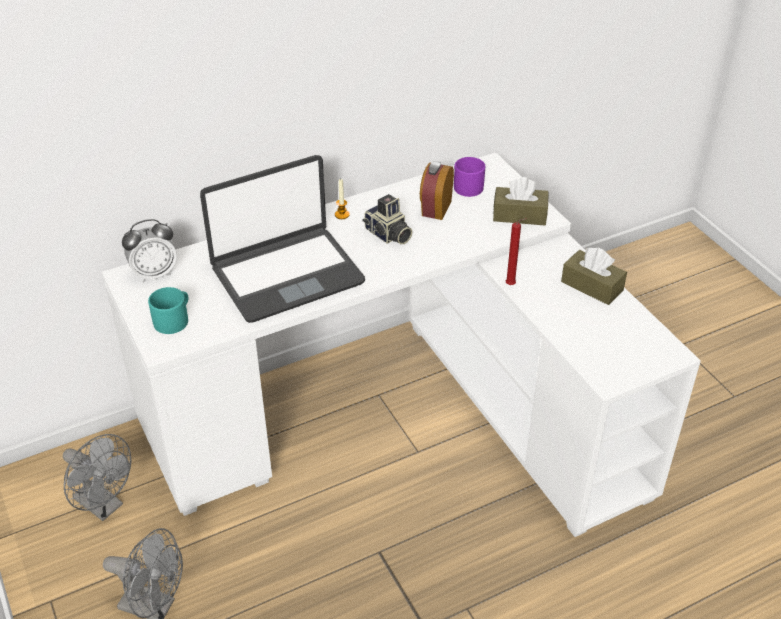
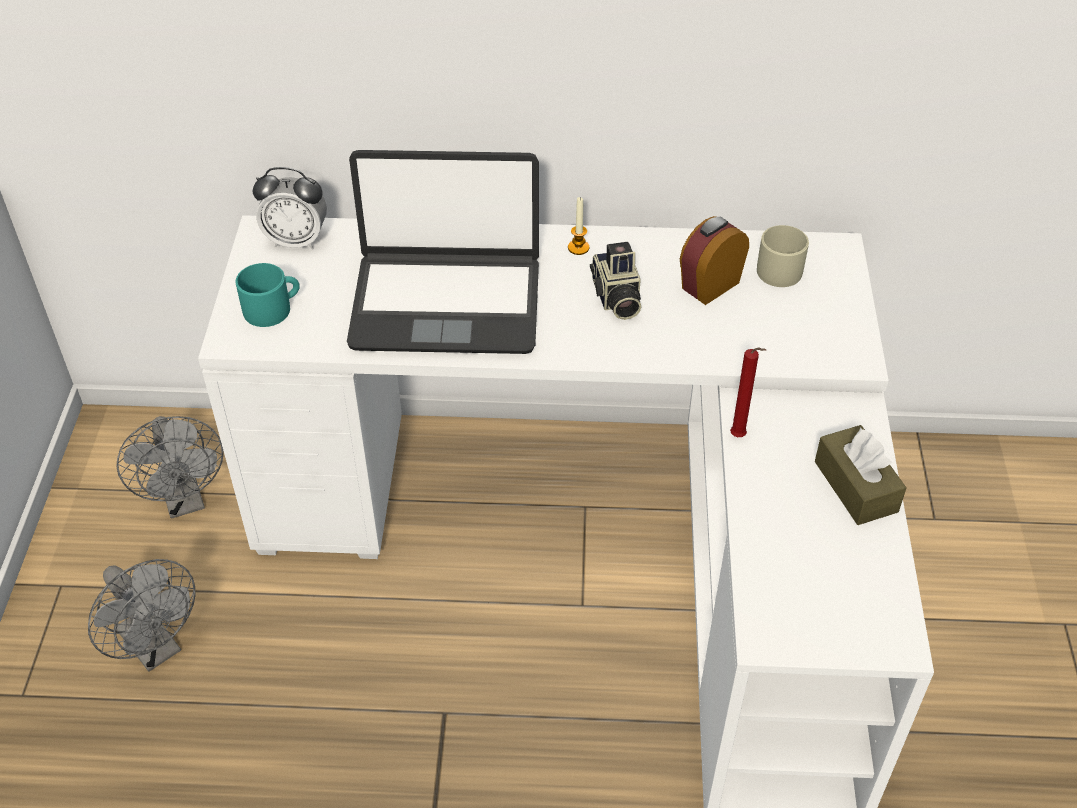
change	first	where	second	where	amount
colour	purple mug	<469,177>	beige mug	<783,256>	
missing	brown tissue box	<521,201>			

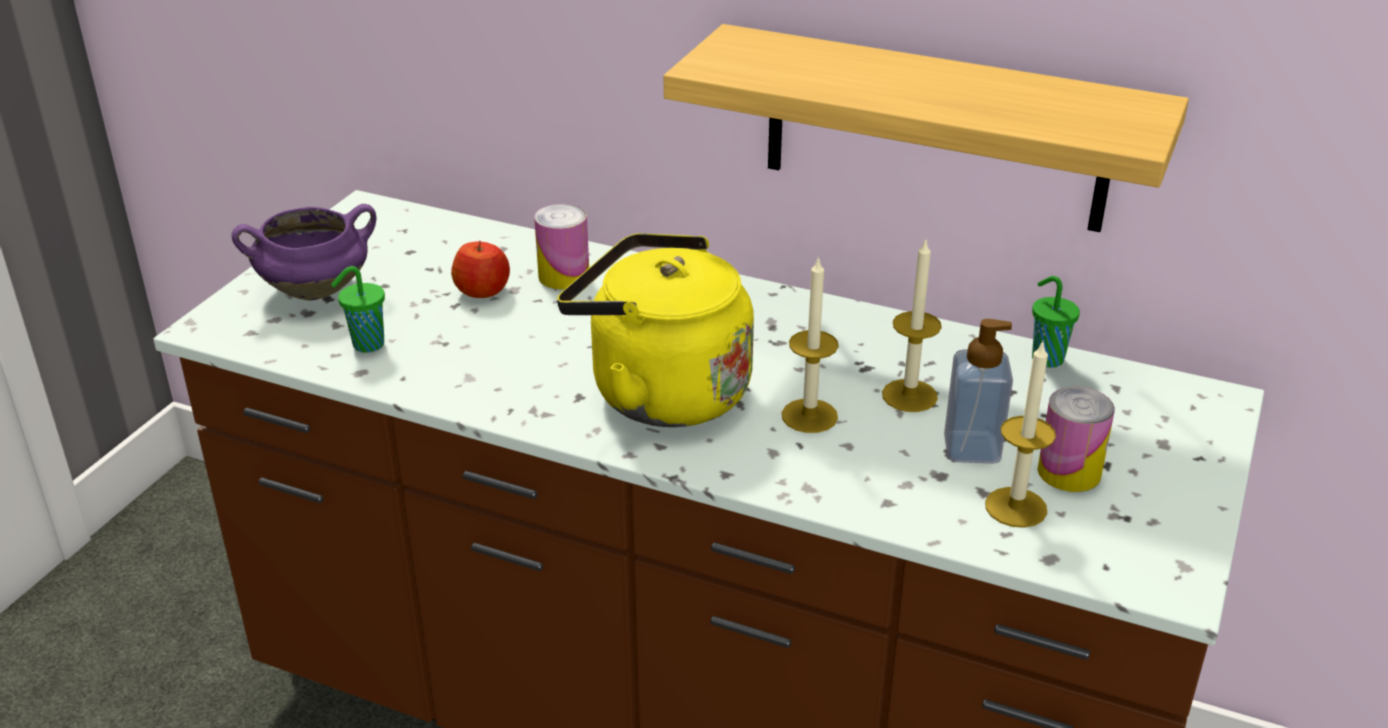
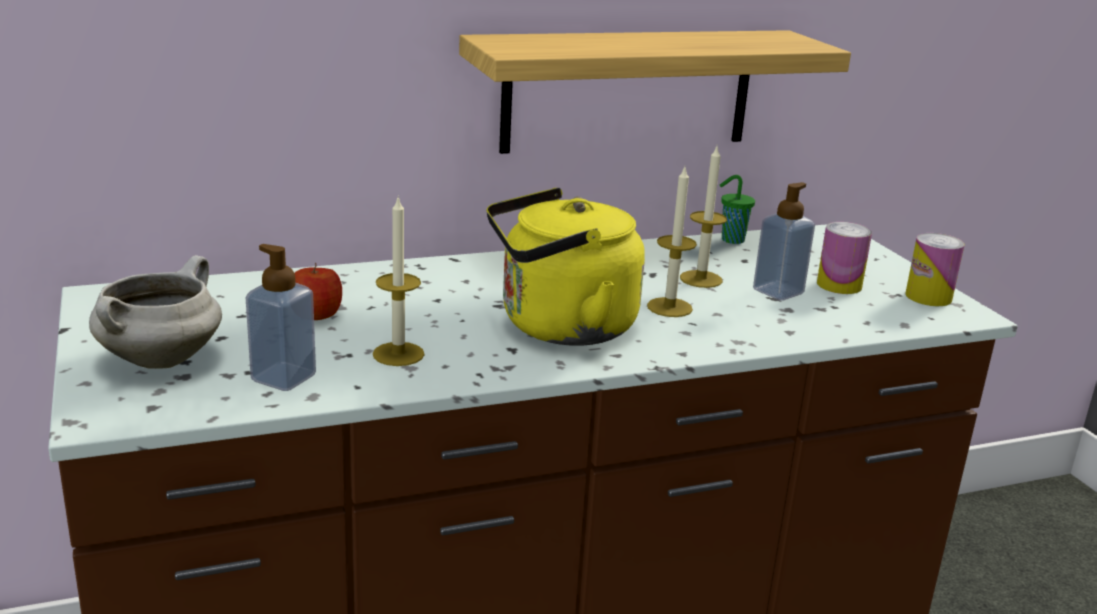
change	first	where	second	where	amount
colour	purple cooking pot	<303,252>	white cooking pot	<155,312>	
exchanged	green cup	<358,309>	soap dispenser	<281,317>	
relocated	candle	<1020,434>		<399,280>	
relocated	can	<561,247>		<935,269>	

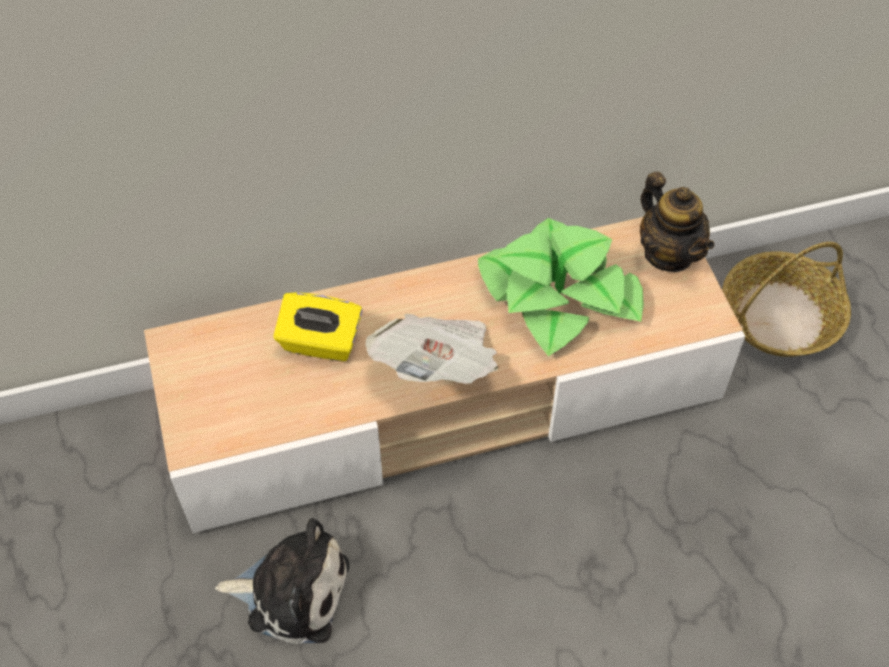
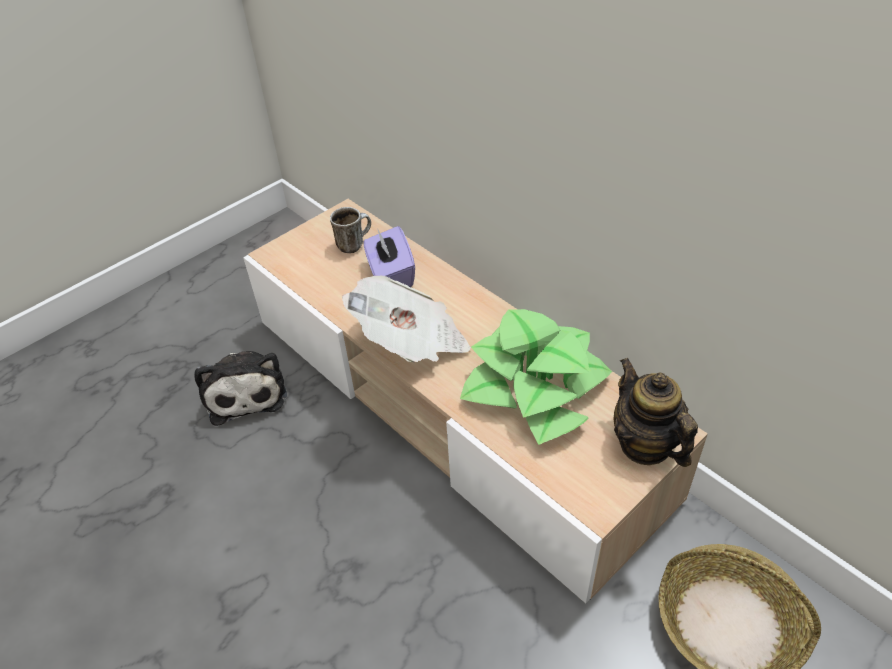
change	first	where	second	where	amount
appeared			mug	<350,230>	
colour	yellow tissue box	<317,327>	purple tissue box	<389,256>	
spun	teapot	<677,222>		<656,412>	120 degrees clockwise

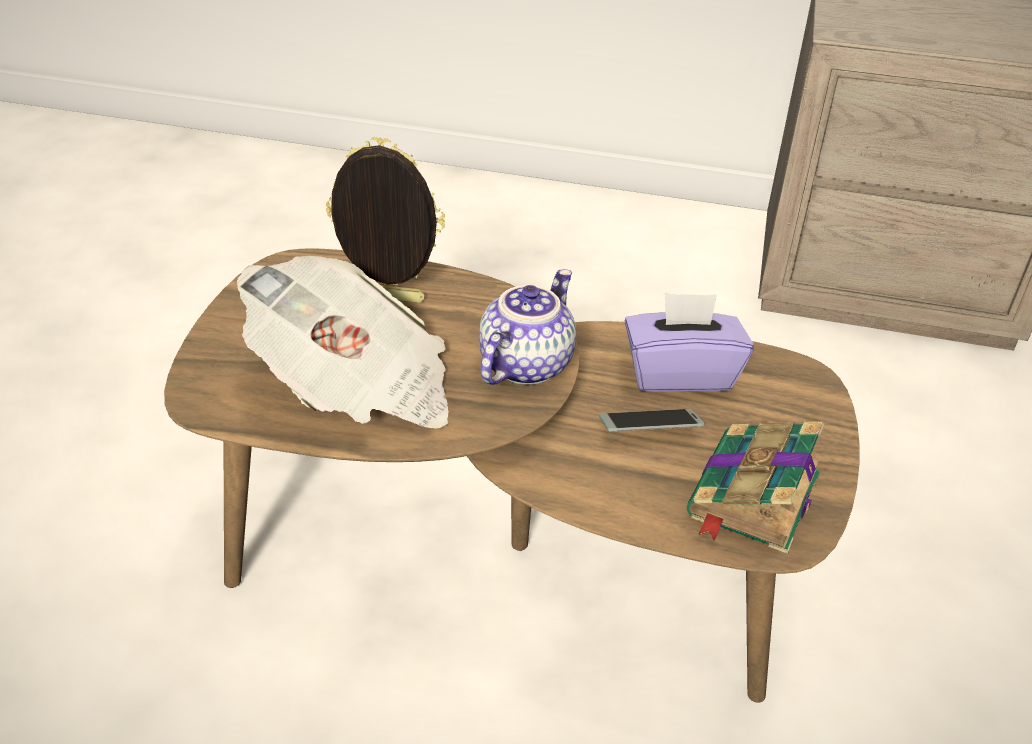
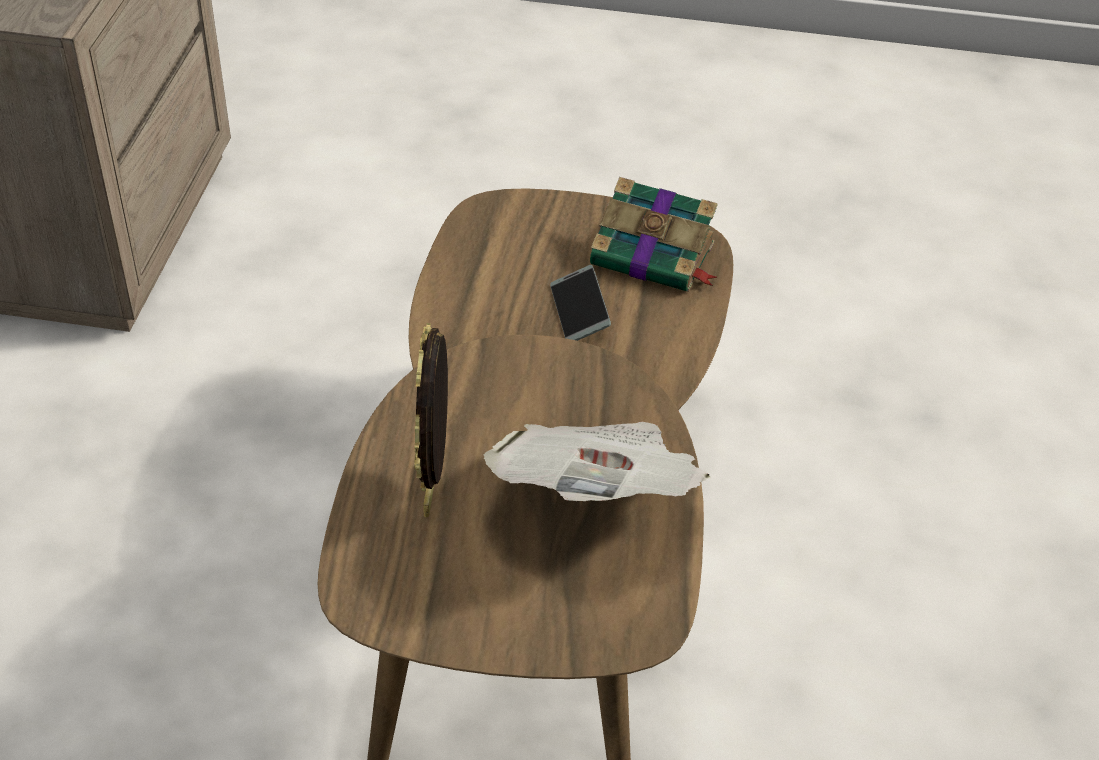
change	first	where	second	where	amount
missing	teapot	<527,327>			
missing	purple tissue box	<689,342>			

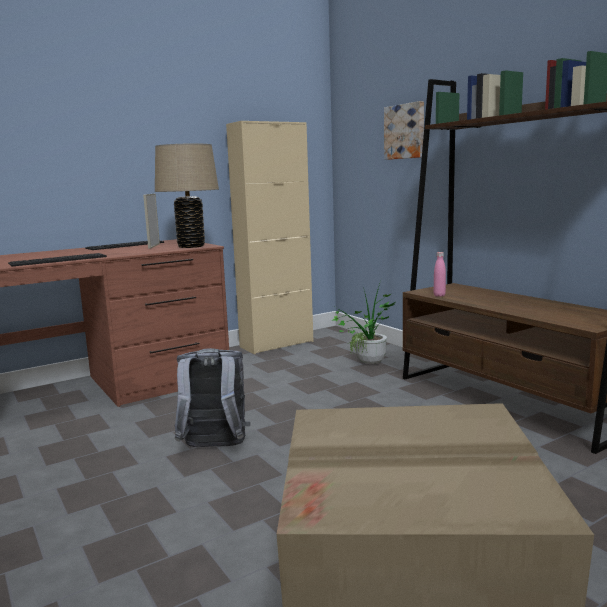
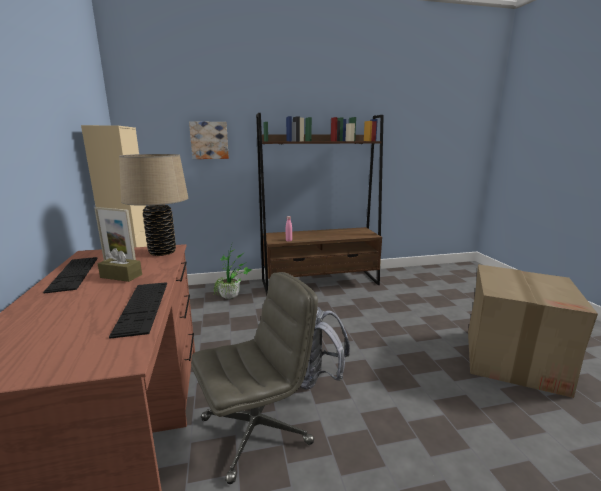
change	first	where	second	where	amount
appeared			brown tissue box	<120,265>	
appeared			grey office chair	<254,378>	

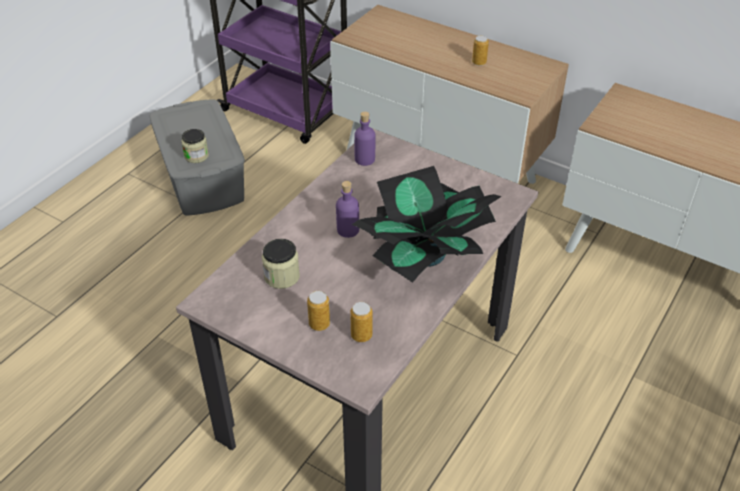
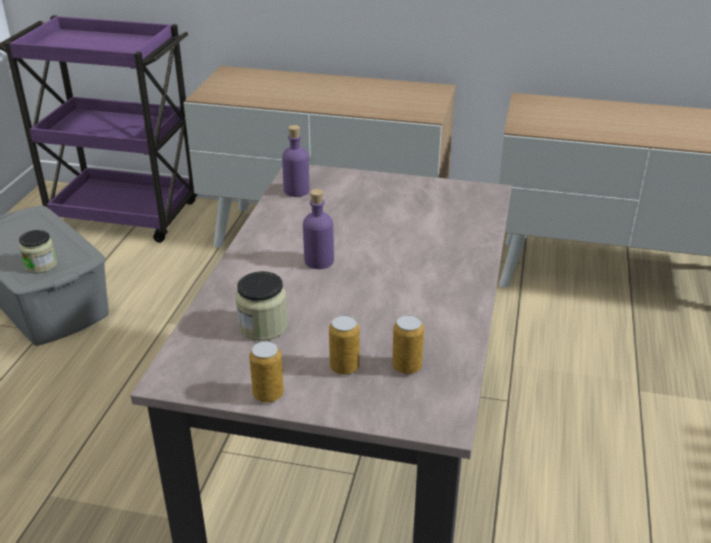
change	first	where	second	where	amount
relocated	can	<480,50>		<266,372>	
missing	potted plant	<427,224>			

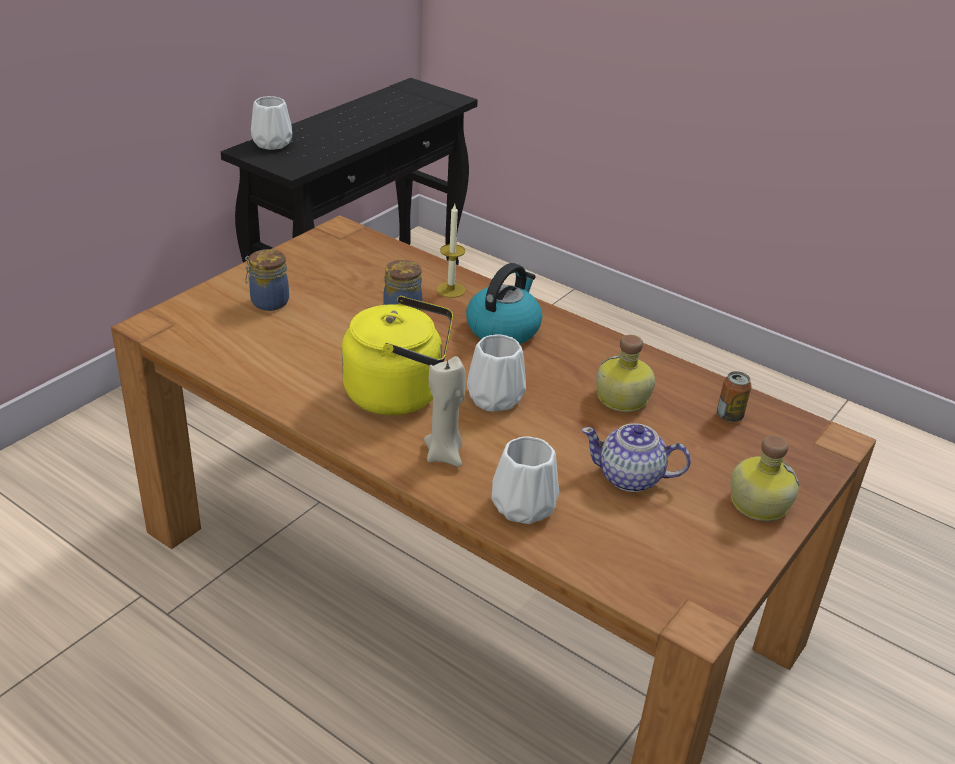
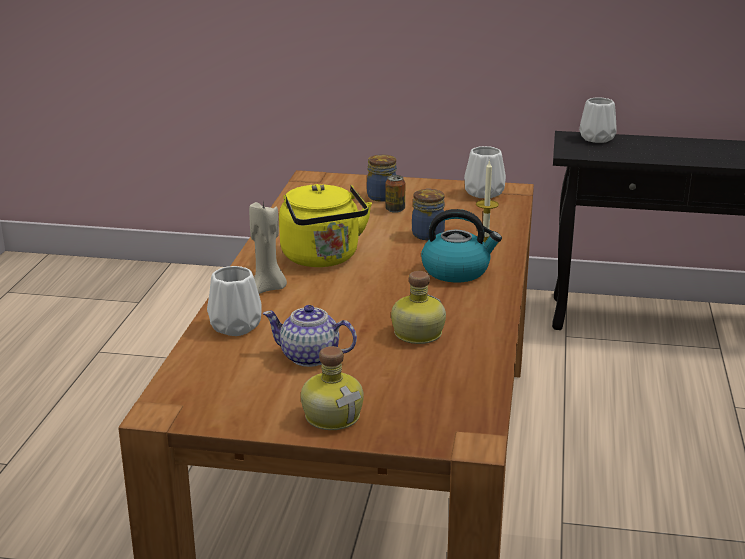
change	first	where	second	where	amount
spun	teapot	<636,457>		<310,336>	60 degrees counterclockwise
relocated	can	<734,396>		<395,194>	
relocated	white vase	<496,373>		<485,172>	

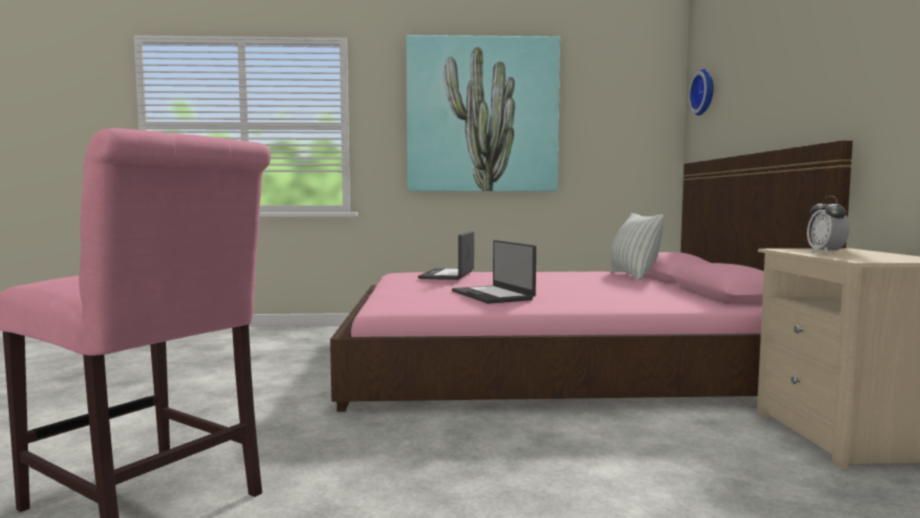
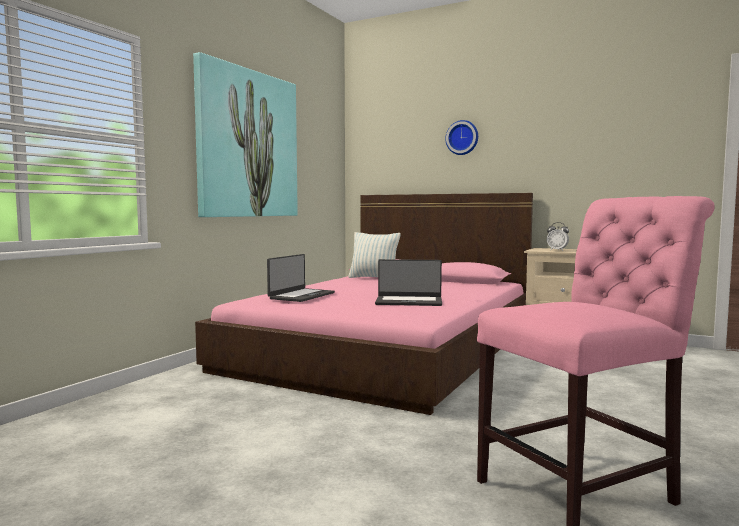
change	first	where	second	where	amount
spun	laptop	<446,255>		<301,278>	105 degrees counterclockwise
relocated	wall clock	<700,92>		<461,137>	

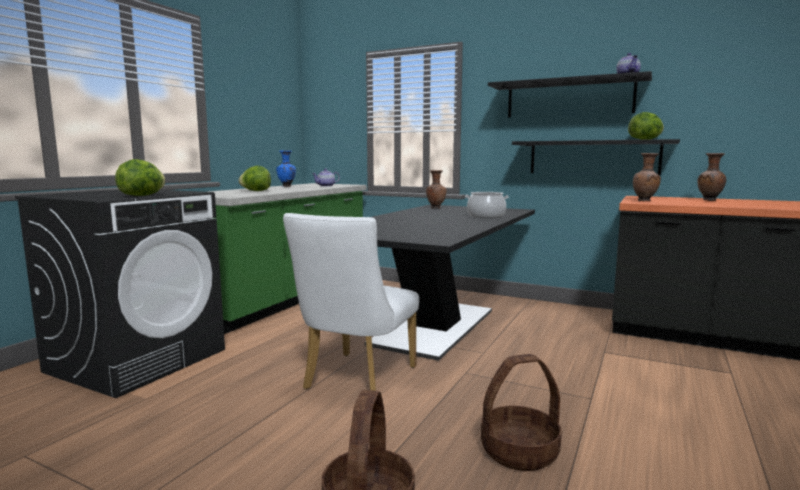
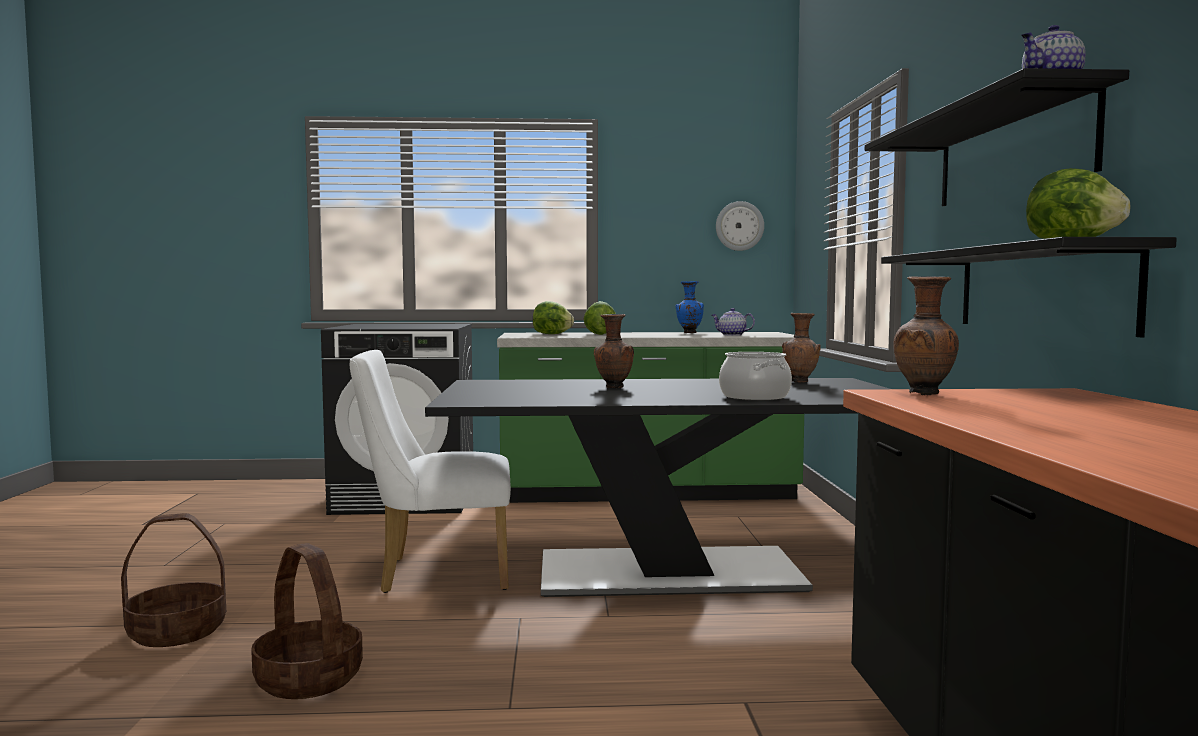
change	first	where	second	where	amount
relocated	lettuce	<140,177>		<553,317>	
relocated	brown vase	<712,177>		<614,351>	
appeared			wall clock	<740,226>	

